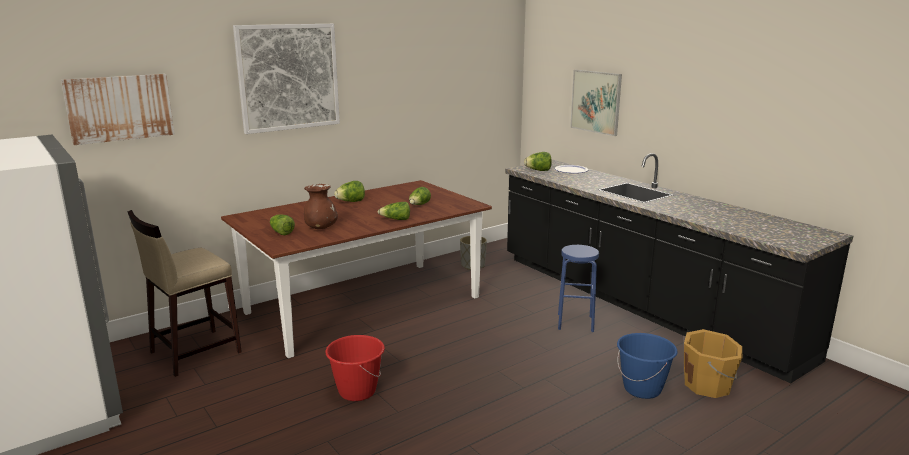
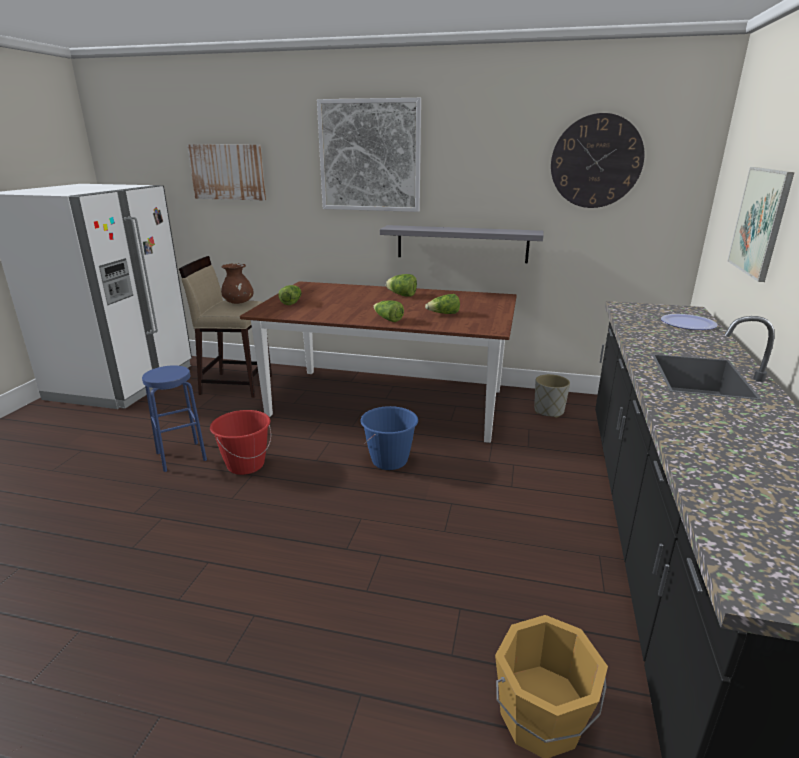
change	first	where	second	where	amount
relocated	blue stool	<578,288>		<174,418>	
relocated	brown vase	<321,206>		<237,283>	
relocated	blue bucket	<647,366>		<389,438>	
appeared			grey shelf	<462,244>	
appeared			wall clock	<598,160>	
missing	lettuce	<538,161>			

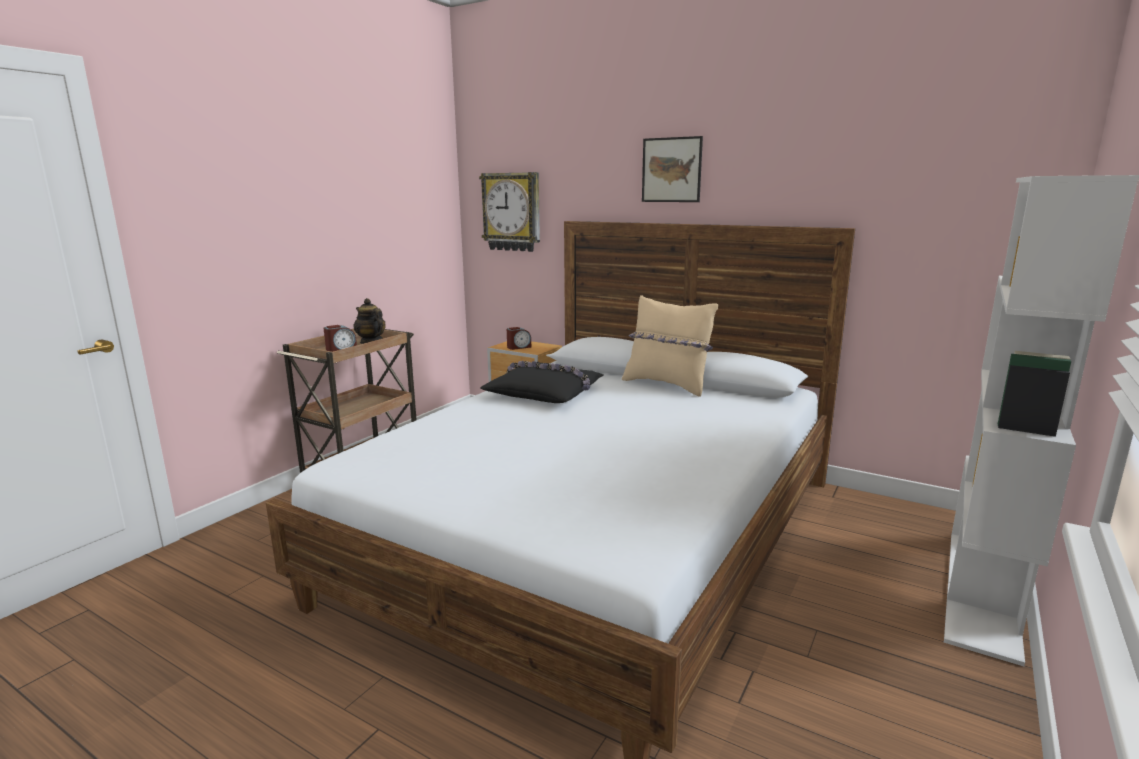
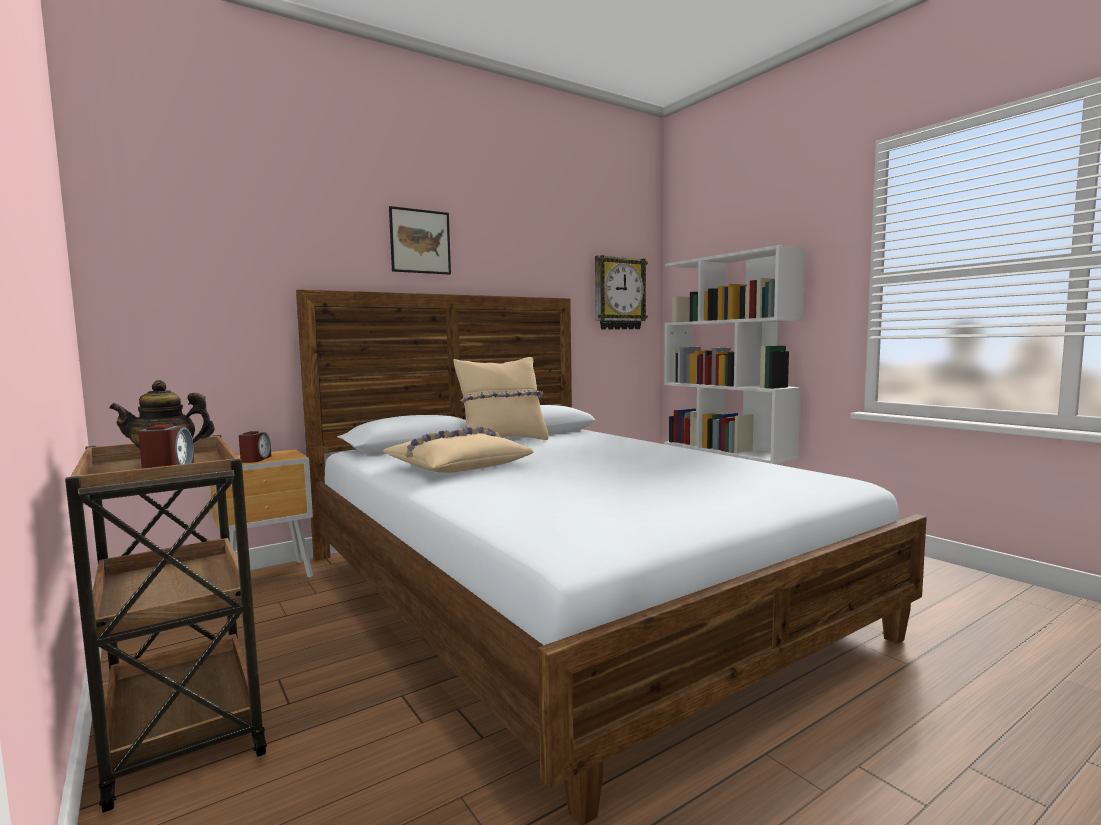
change	first	where	second	where	amount
colour	black pillow	<541,382>	beige pillow	<458,449>	
relocated	wall clock	<509,212>		<621,292>	

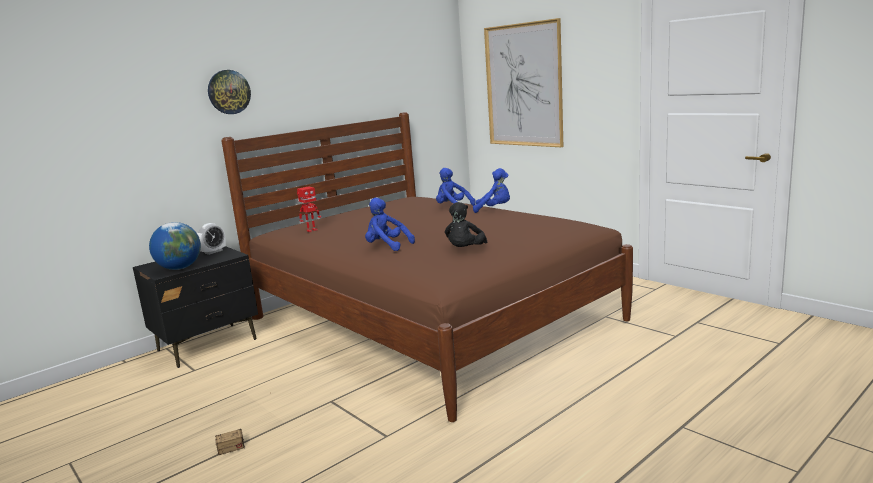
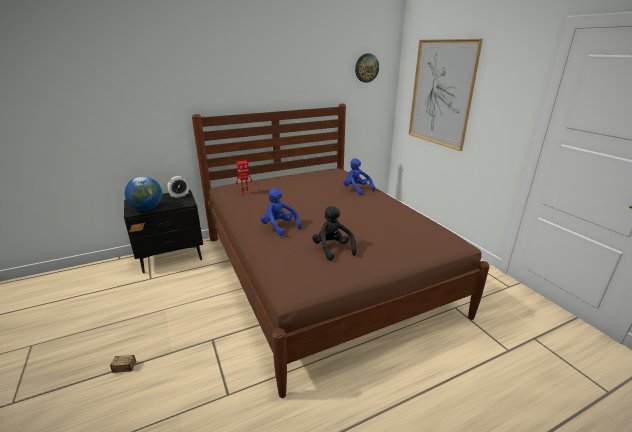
change	first	where	second	where	amount
spun	black plush toy	<466,224>		<334,233>	120 degrees clockwise
relocated	wall clock	<229,92>		<367,68>	
missing	blue plush toy	<491,190>			

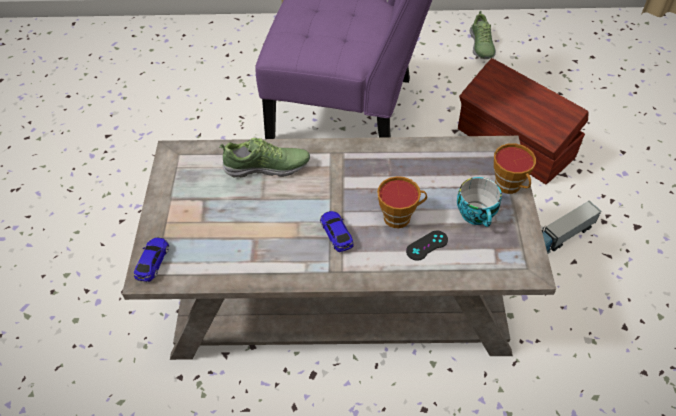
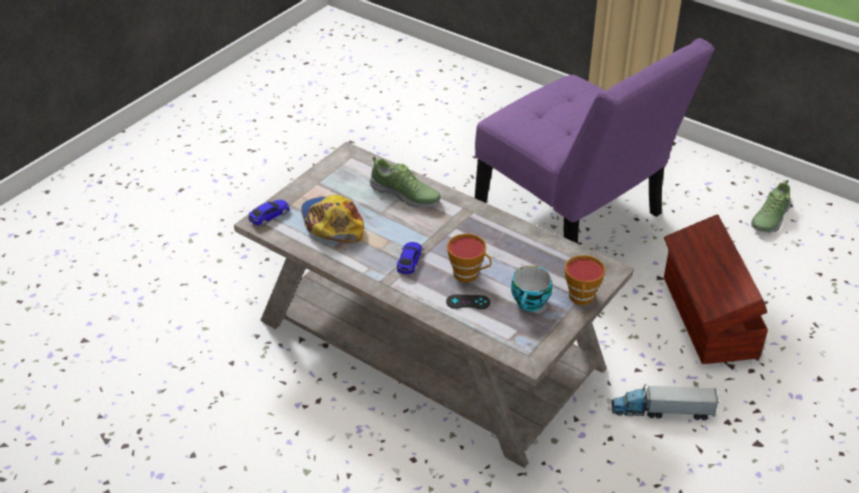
change	first	where	second	where	amount
appeared			cap	<332,218>	

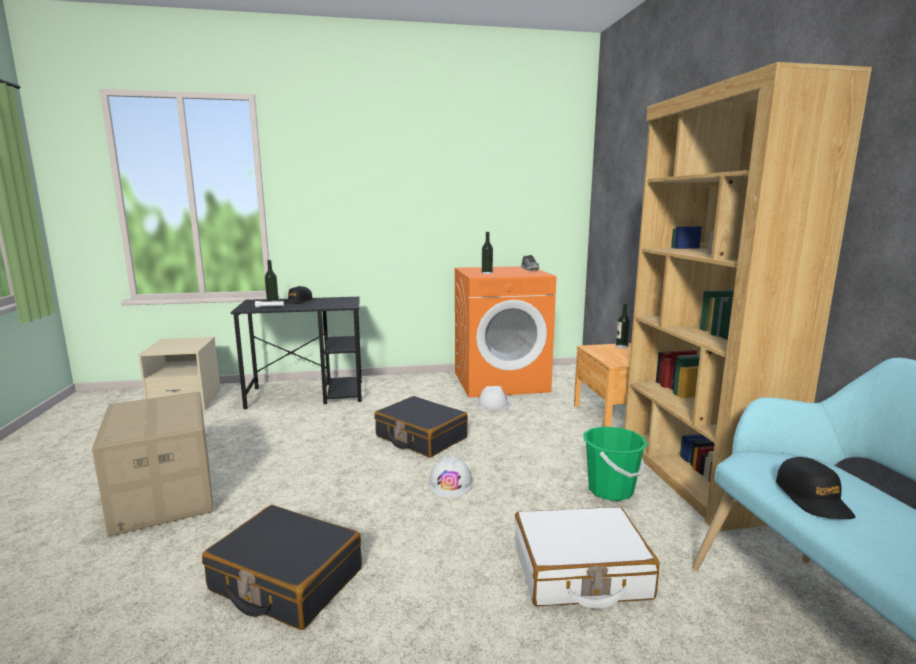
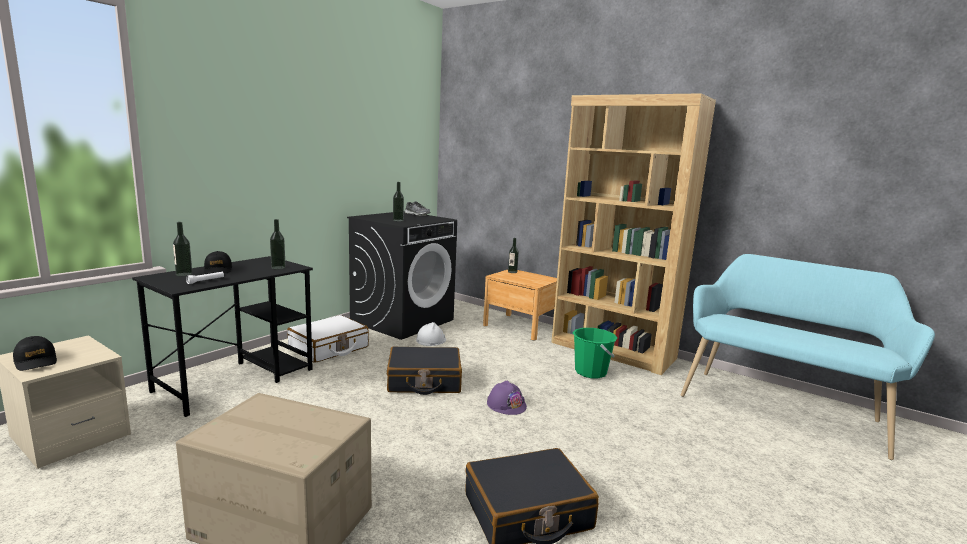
change	first	where	second	where	amount
relocated	black cap	<815,488>		<35,353>	
appeared			bottle	<278,244>	
relocated	white suitcase	<586,558>		<328,339>	
colour	orange washing machine	<505,331>	black washing machine	<402,275>	
colour	white hard hat	<450,477>	purple hard hat	<507,397>	

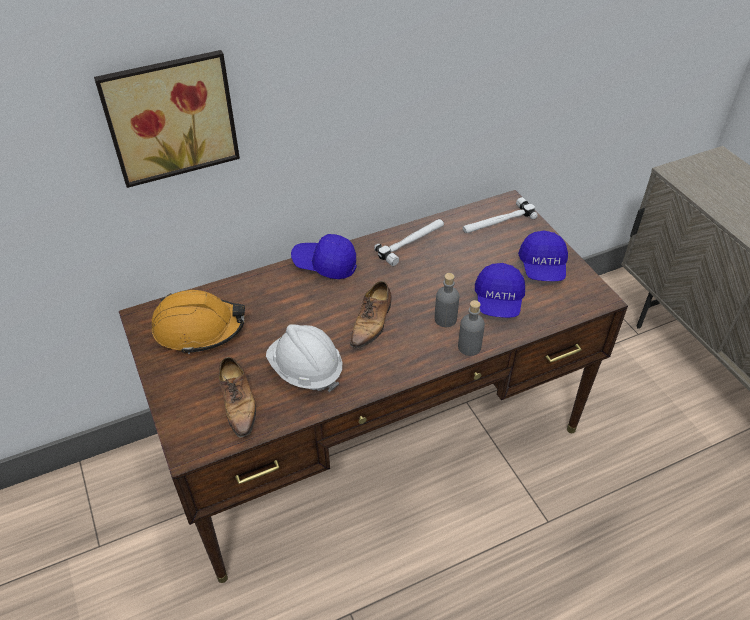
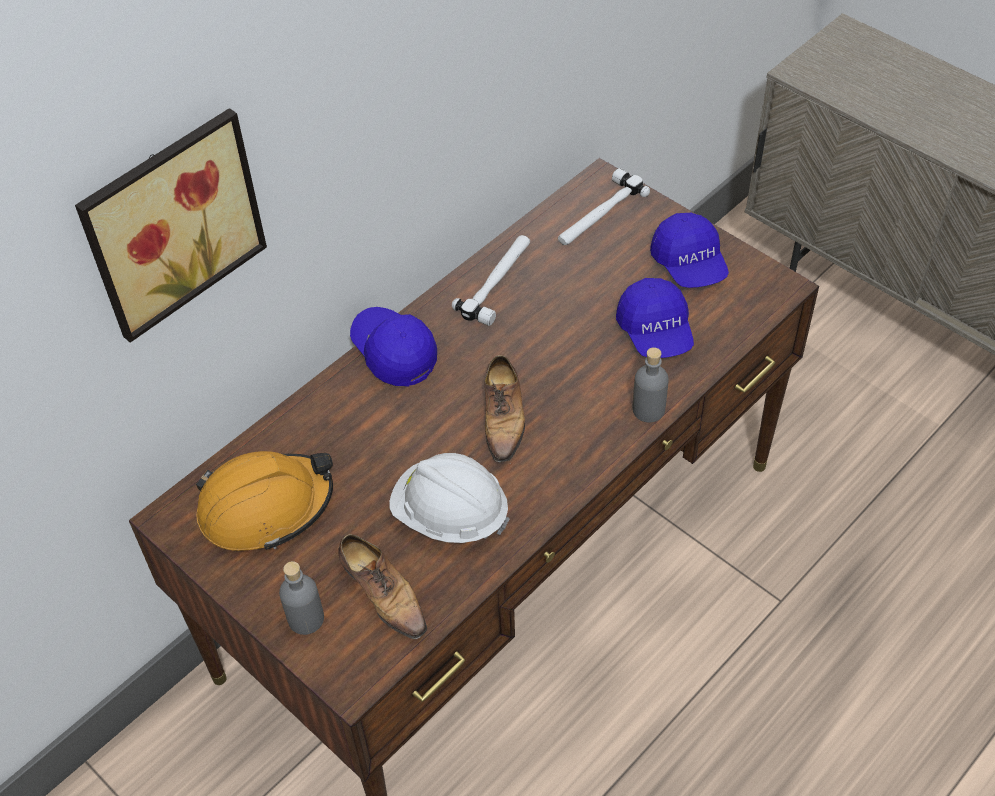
change	first	where	second	where	amount
relocated	grey bottle	<447,300>		<301,598>	
spun	blue cap	<324,256>		<393,346>	60 degrees clockwise

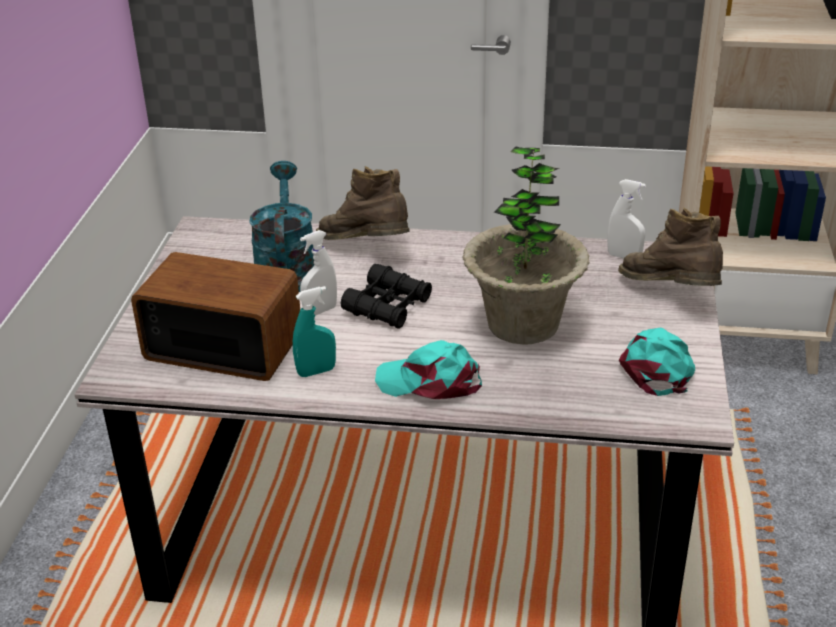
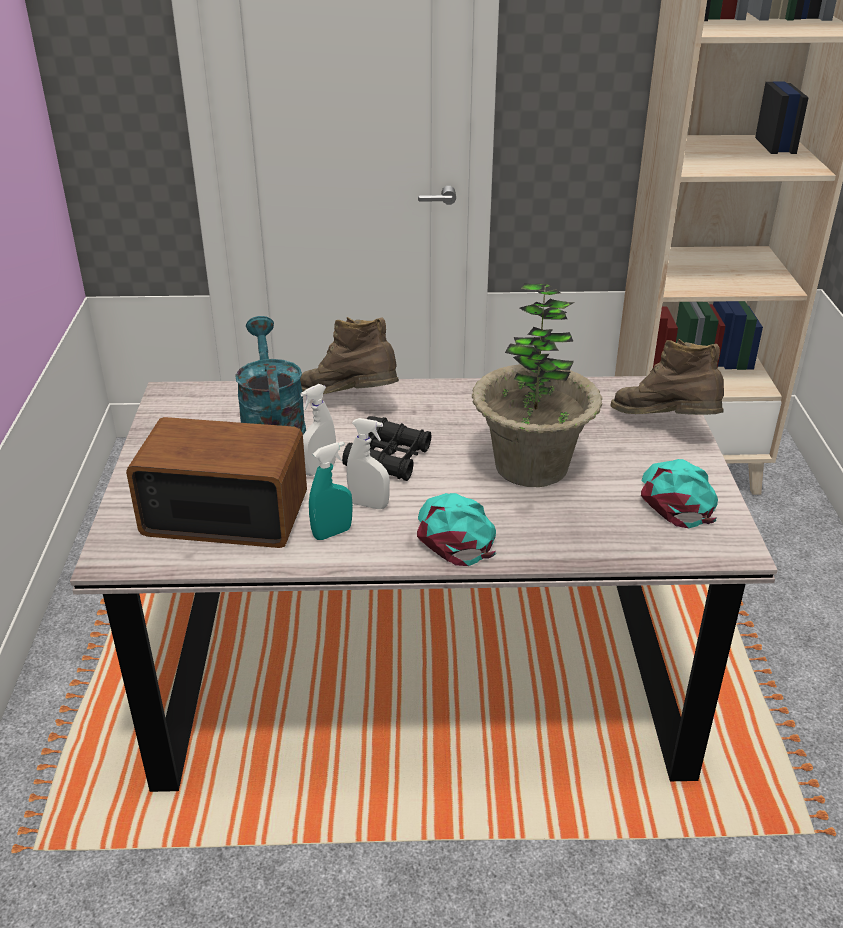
change	first	where	second	where	amount
relocated	white spray bottle	<626,219>		<368,463>	
spun	turquoise cap	<428,369>		<456,529>	75 degrees clockwise

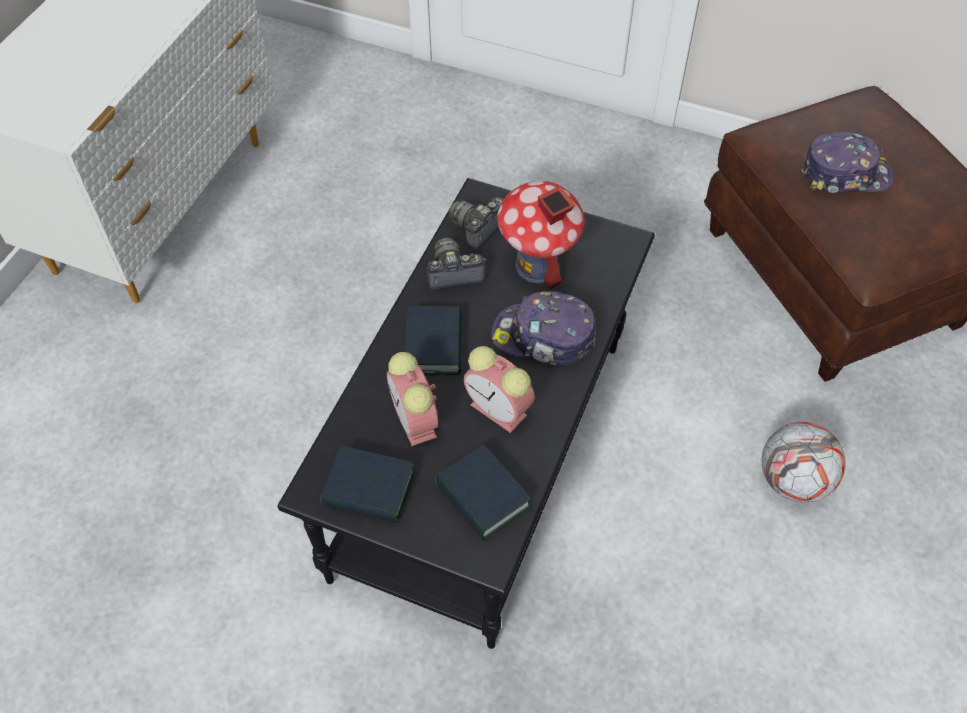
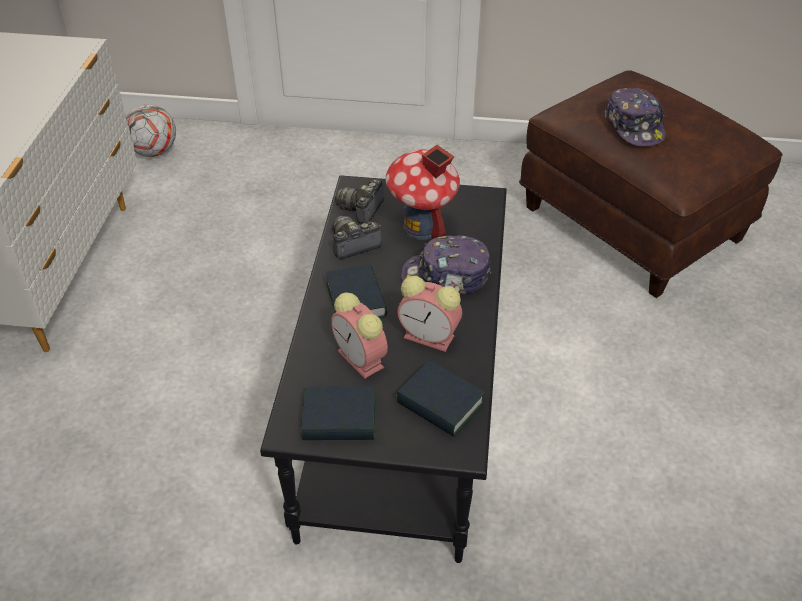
change	first	where	second	where	amount
relocated	football	<803,462>		<151,130>	
spun	cap	<848,162>		<635,117>	90 degrees clockwise

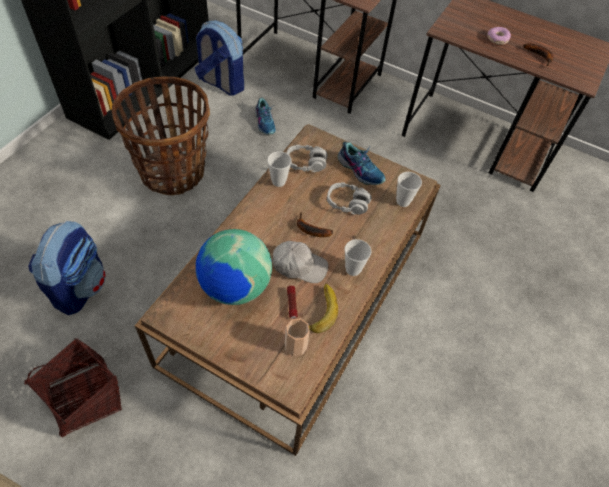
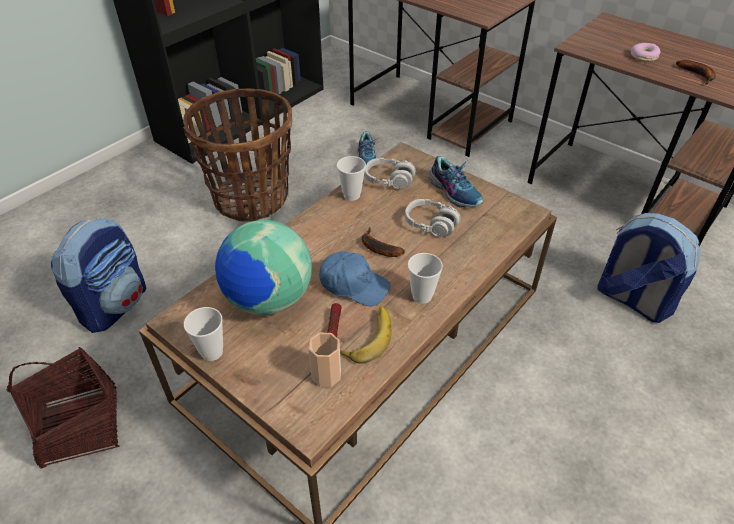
change	first	where	second	where	amount
relocated	cup	<409,189>		<203,334>	
colour	white cap	<300,262>	blue cap	<354,278>	
relocated	backpack	<219,58>		<648,268>	

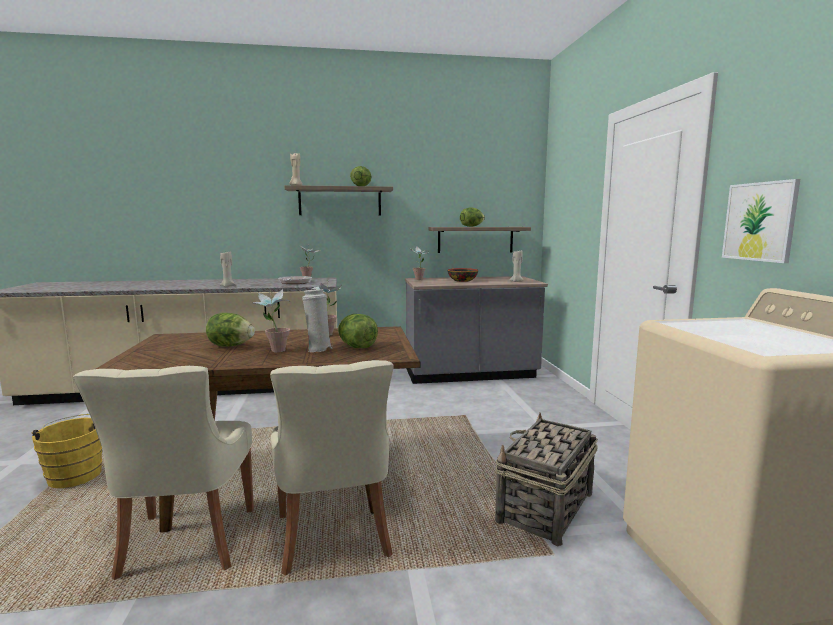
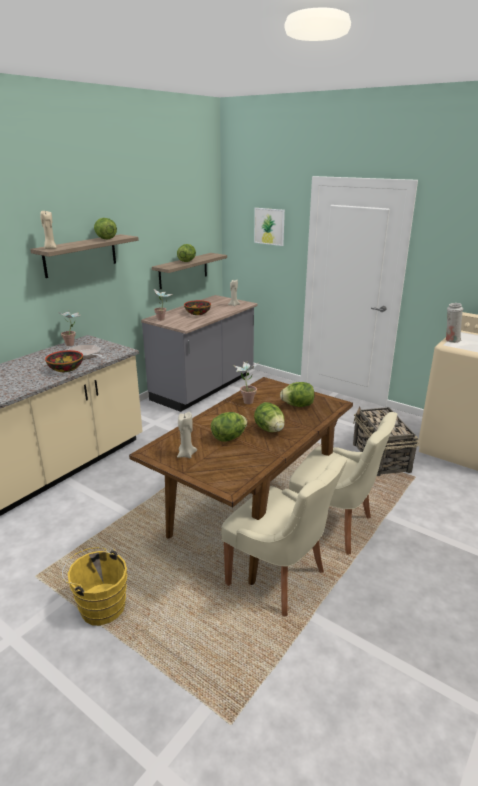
change	first	where	second	where	amount
appeared			bowl	<64,361>	
relocated	beige candle	<228,268>		<187,435>	
relocated	picture	<761,221>		<269,227>	
exchanged	potted plant	<271,320>	lettuce	<269,417>	
relocated	white vase	<317,320>		<454,323>	

